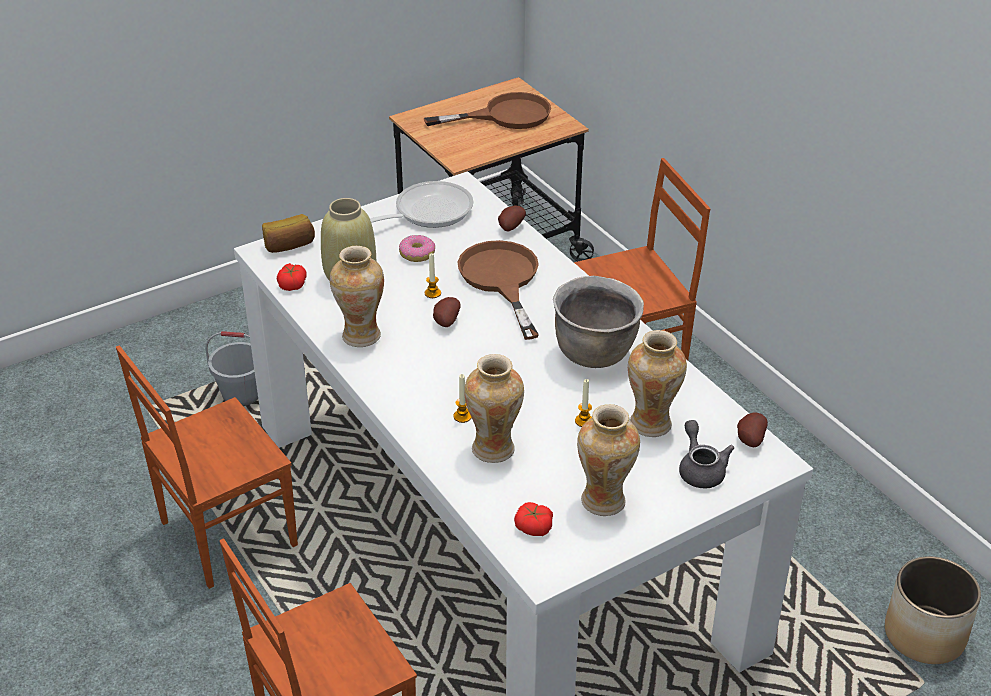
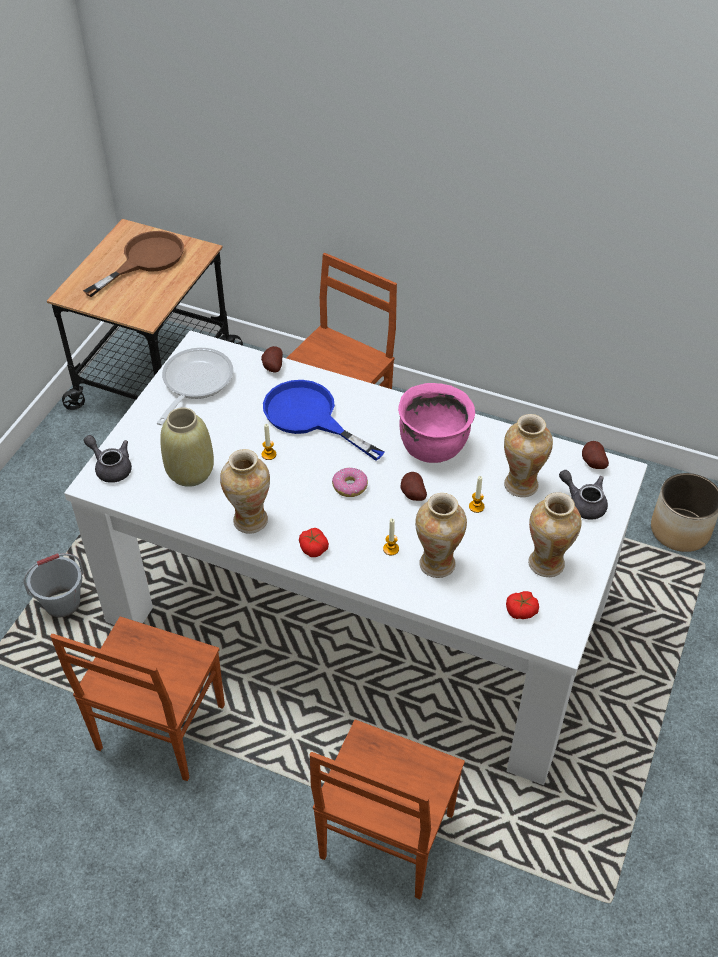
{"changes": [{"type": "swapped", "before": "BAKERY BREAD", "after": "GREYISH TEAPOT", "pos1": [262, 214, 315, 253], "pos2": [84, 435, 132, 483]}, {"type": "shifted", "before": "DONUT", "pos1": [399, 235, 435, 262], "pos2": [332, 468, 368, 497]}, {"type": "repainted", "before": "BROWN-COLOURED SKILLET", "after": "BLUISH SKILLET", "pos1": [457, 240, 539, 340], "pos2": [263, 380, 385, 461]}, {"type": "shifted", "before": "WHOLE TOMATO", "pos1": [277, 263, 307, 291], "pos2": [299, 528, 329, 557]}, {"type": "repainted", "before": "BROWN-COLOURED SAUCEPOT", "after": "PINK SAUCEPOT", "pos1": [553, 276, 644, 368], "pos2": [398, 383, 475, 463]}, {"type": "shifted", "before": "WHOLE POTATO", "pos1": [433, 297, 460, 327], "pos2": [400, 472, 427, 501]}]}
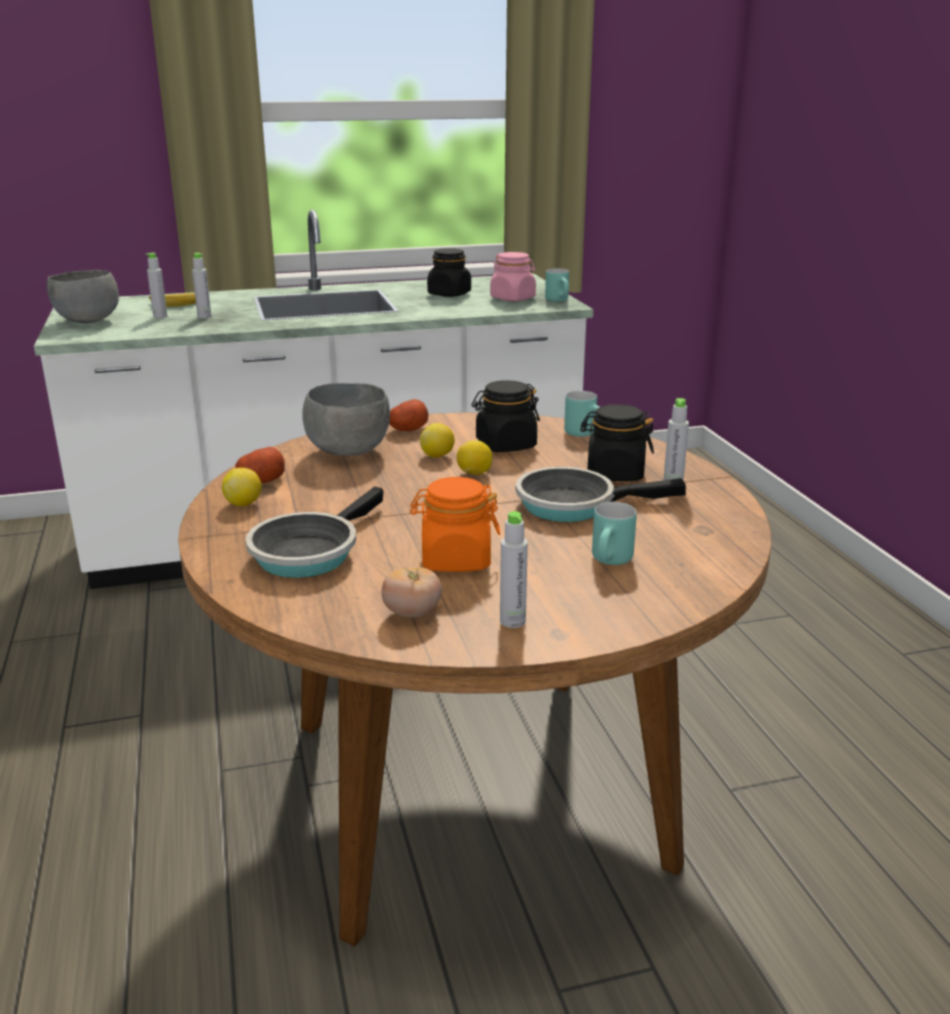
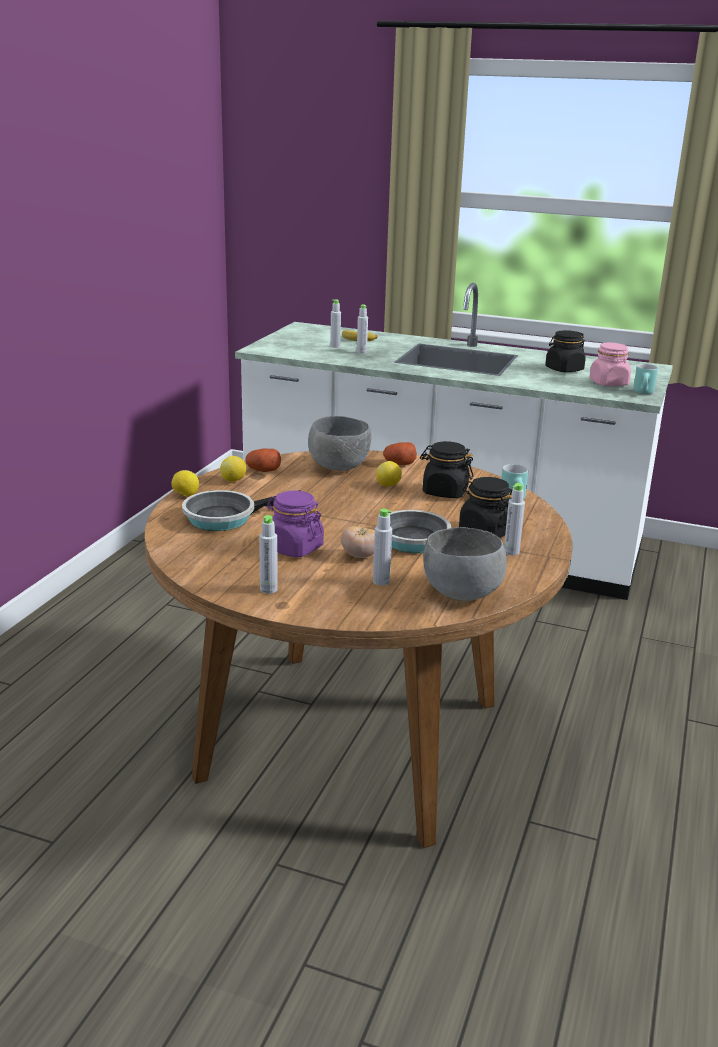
{"changes": [{"type": "shifted", "before": "GREYISH SERVING BOWL", "pos1": [47, 270, 119, 324], "pos2": [423, 527, 507, 601]}, {"type": "shifted", "before": "CITRUS FRUIT", "pos1": [457, 440, 492, 475], "pos2": [171, 470, 199, 497]}, {"type": "repainted", "before": "ORANGEY PRESERVE JAR", "after": "PURPLE PRESERVE JAR", "pos1": [410, 477, 500, 572], "pos2": [267, 491, 324, 558]}, {"type": "swapped", "before": "TURQUOISE TEA MUG", "after": "GREYISH DRINK BOTTLE", "pos1": [592, 502, 637, 565], "pos2": [373, 509, 392, 586]}, {"type": "shifted", "before": "WHOLE TOMATO", "pos1": [381, 568, 442, 617], "pos2": [341, 526, 375, 558]}]}
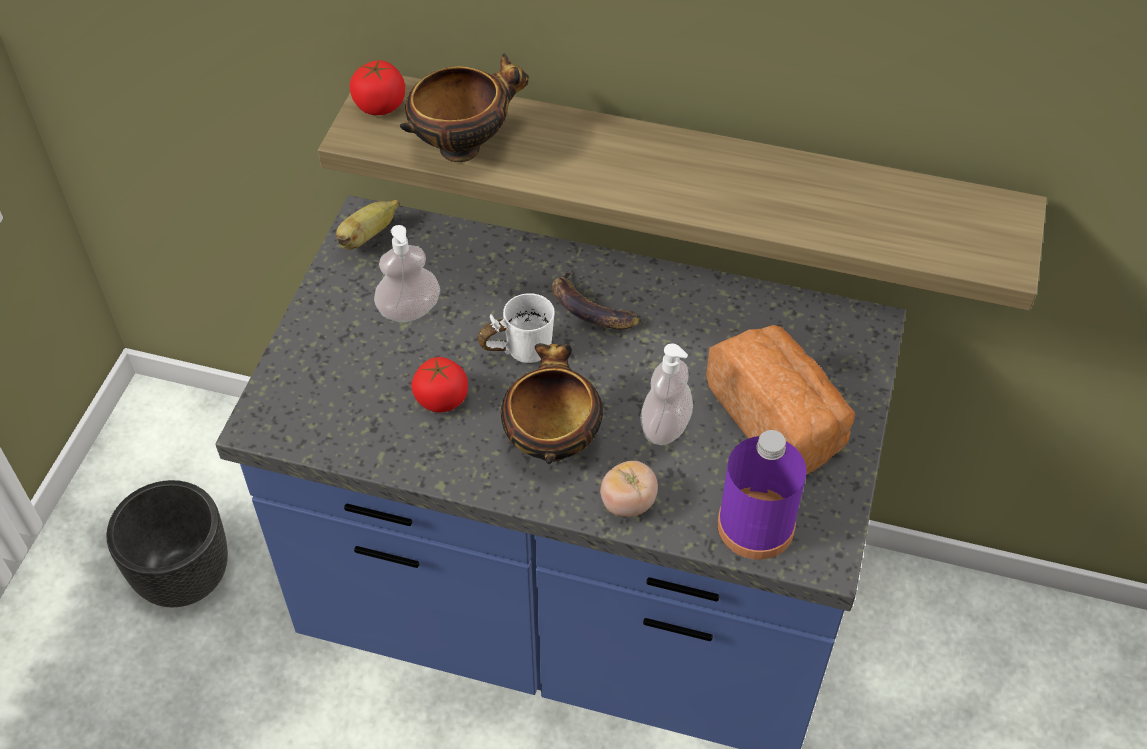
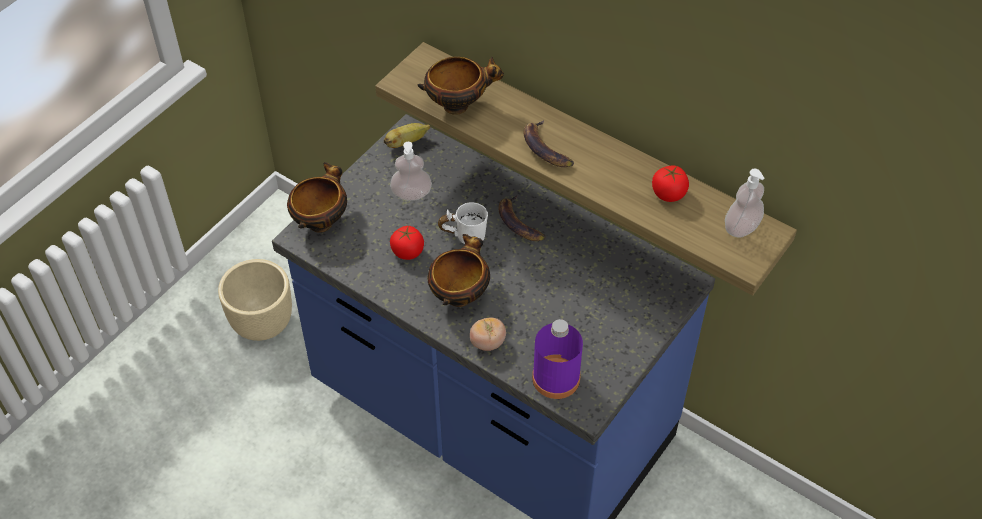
{"changes": [{"type": "shifted", "before": "WHOLE TOMATO", "pos1": [350, 59, 405, 115], "pos2": [652, 165, 689, 202]}, {"type": "gone", "before": "BAKERY BREAD", "pos1": [706, 325, 855, 475]}, {"type": "shifted", "before": "SOAP BOTTLE", "pos1": [640, 343, 693, 445], "pos2": [725, 169, 764, 238]}, {"type": "repainted", "before": "BLACKISH PLANTER", "after": "SAND-COLOURED PLANTER", "pos1": [106, 480, 228, 607], "pos2": [218, 259, 292, 341]}, {"type": "new", "after": "BANANA FRUIT", "pos2": [524, 120, 574, 167]}, {"type": "new", "after": "SERVING BOWL", "pos2": [287, 162, 347, 233]}]}
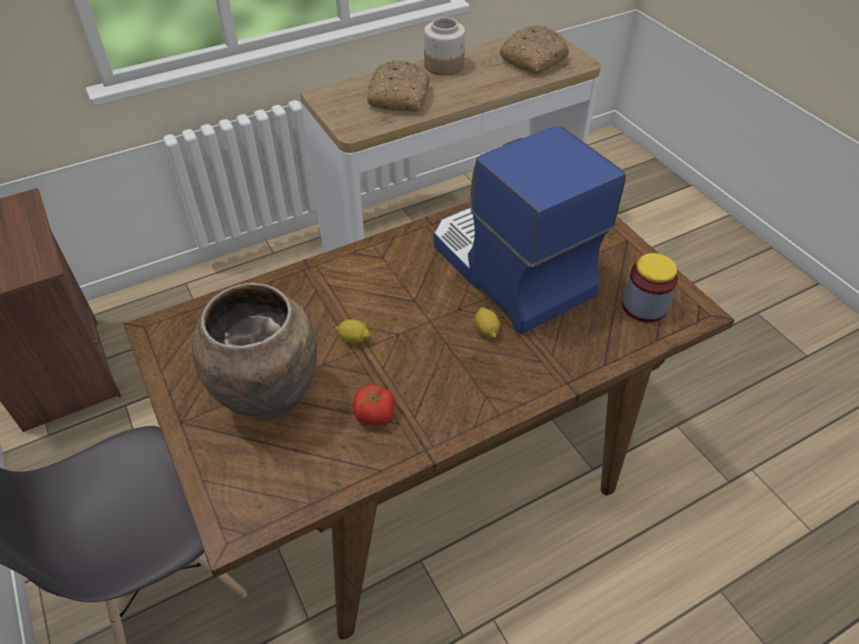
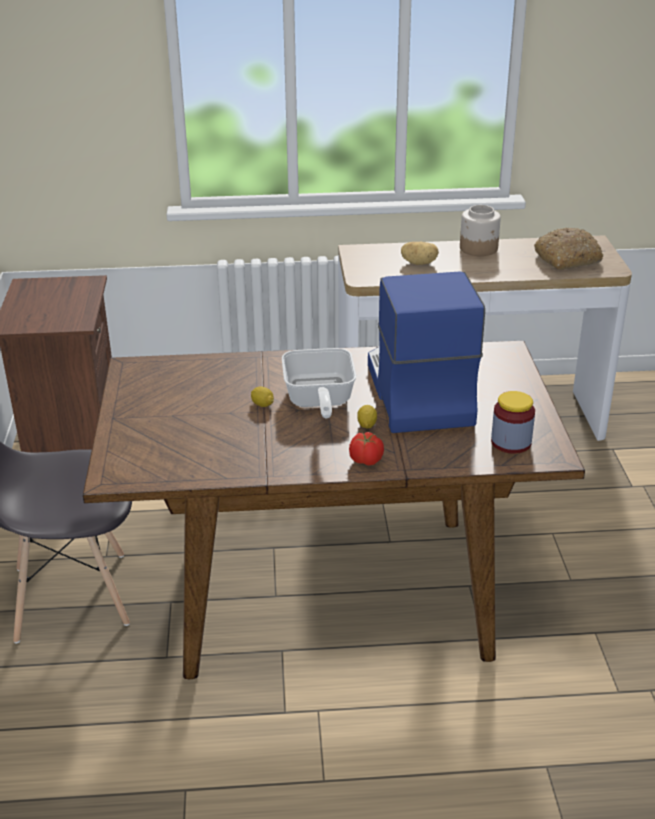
{"changes": [{"type": "swapped", "before": "BAKERY BREAD", "after": "WHOLE POTATO", "pos1": [367, 60, 430, 112], "pos2": [401, 242, 439, 265]}, {"type": "gone", "before": "BROWN-COLOURED VASE", "pos1": [192, 283, 317, 421]}, {"type": "shifted", "before": "WHOLE TOMATO", "pos1": [353, 384, 395, 426], "pos2": [349, 432, 384, 466]}, {"type": "new", "after": "SKILLET", "pos2": [282, 348, 356, 418]}]}
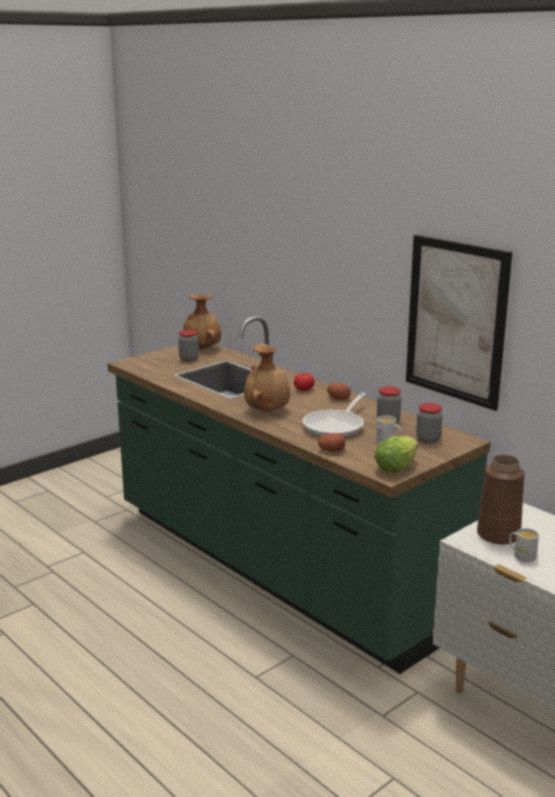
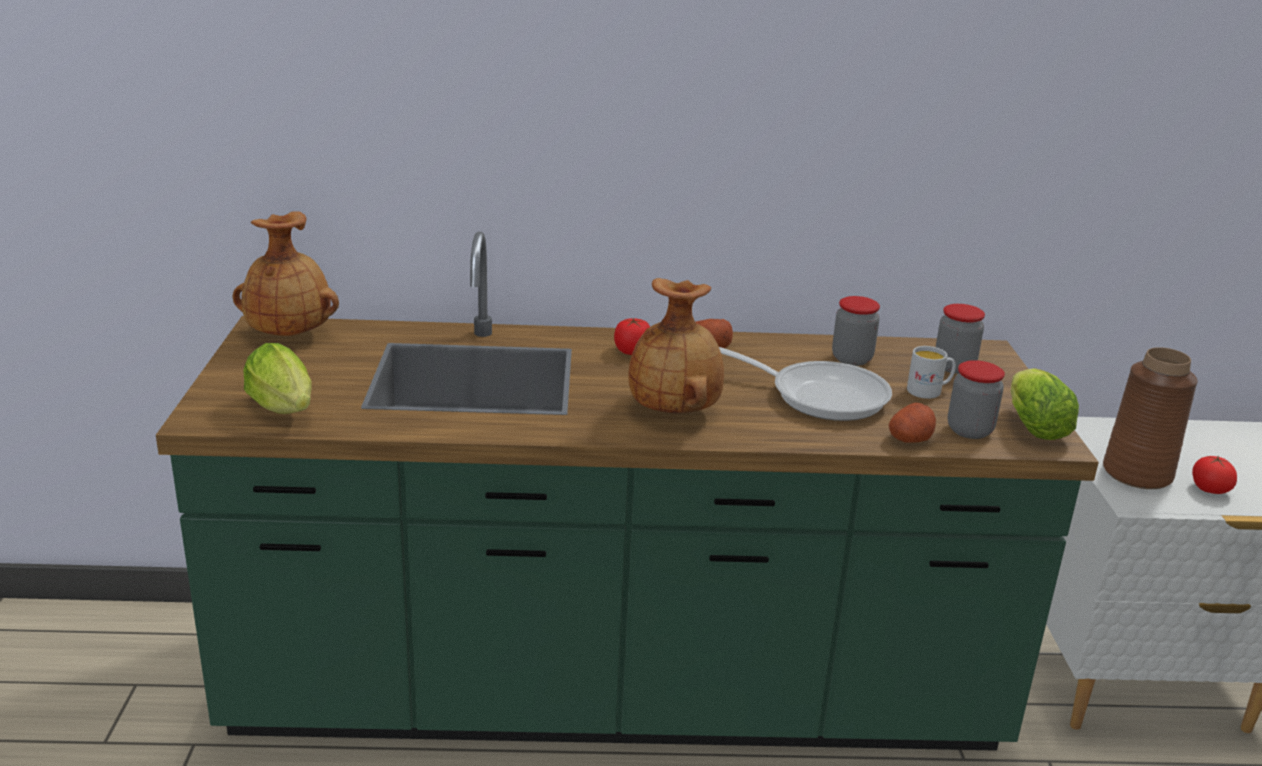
{"changes": [{"type": "gone", "before": "PICTURE", "pos1": [406, 235, 512, 411]}, {"type": "shifted", "before": "PRESERVE JAR", "pos1": [178, 330, 199, 361], "pos2": [948, 360, 1005, 439]}, {"type": "rotated", "before": "SKILLET", "pos1": [303, 393, 366, 437], "pos2": [719, 347, 892, 421], "turn": -45}, {"type": "swapped", "before": "WHITE TEA MUG", "after": "WHOLE TOMATO", "pos1": [509, 528, 539, 562], "pos2": [1192, 456, 1237, 494]}, {"type": "new", "after": "LETTUCE HEAD", "pos2": [243, 343, 312, 414]}]}
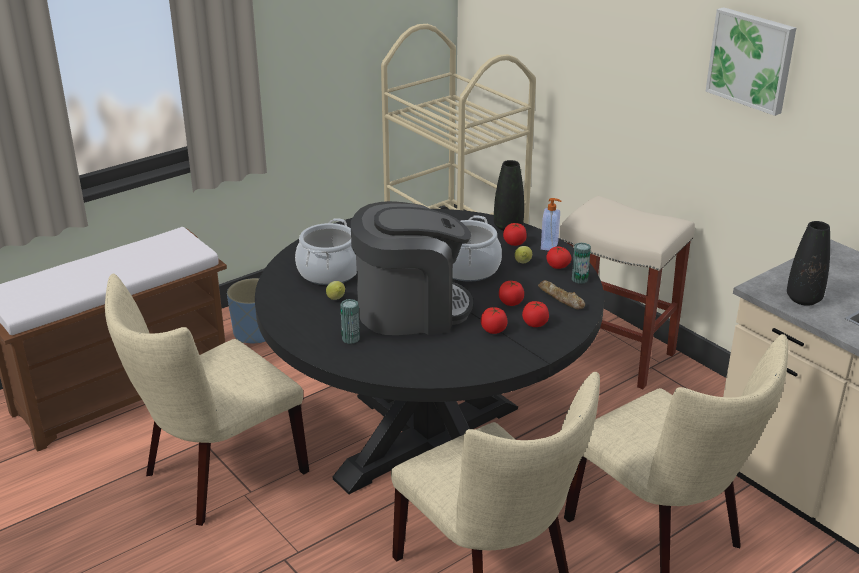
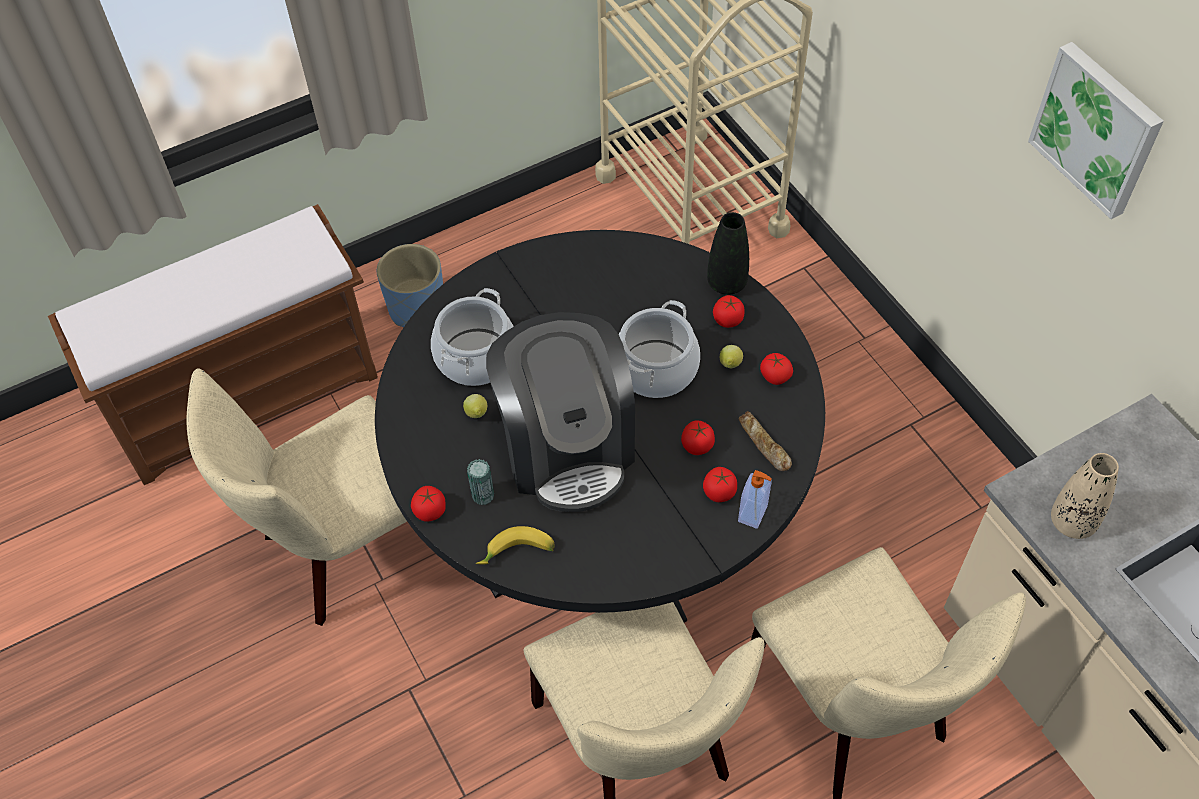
{"changes": [{"type": "gone", "before": "SAND-COLOURED SITTING STOOL", "pos1": [559, 196, 695, 389]}, {"type": "shifted", "before": "SOAP BOTTLE", "pos1": [541, 198, 561, 251], "pos2": [738, 470, 772, 529]}, {"type": "rotated", "before": "COFFEE BREWER", "pos1": [351, 201, 473, 335], "pos2": [486, 312, 635, 512], "turn": 75}, {"type": "repainted", "before": "BLACKISH VASE", "after": "SAND-COLOURED VASE", "pos1": [787, 221, 830, 306], "pos2": [1051, 453, 1119, 539]}, {"type": "gone", "before": "METAL CAN", "pos1": [572, 242, 591, 284]}, {"type": "shifted", "before": "WHOLE TOMATO", "pos1": [481, 307, 508, 334], "pos2": [411, 486, 446, 522]}, {"type": "new", "after": "BANANA FRUIT", "pos2": [476, 526, 554, 564]}]}
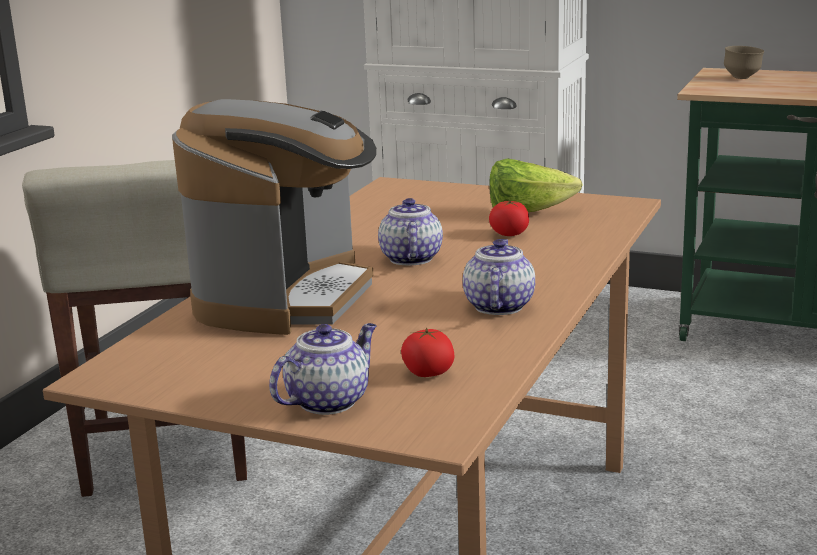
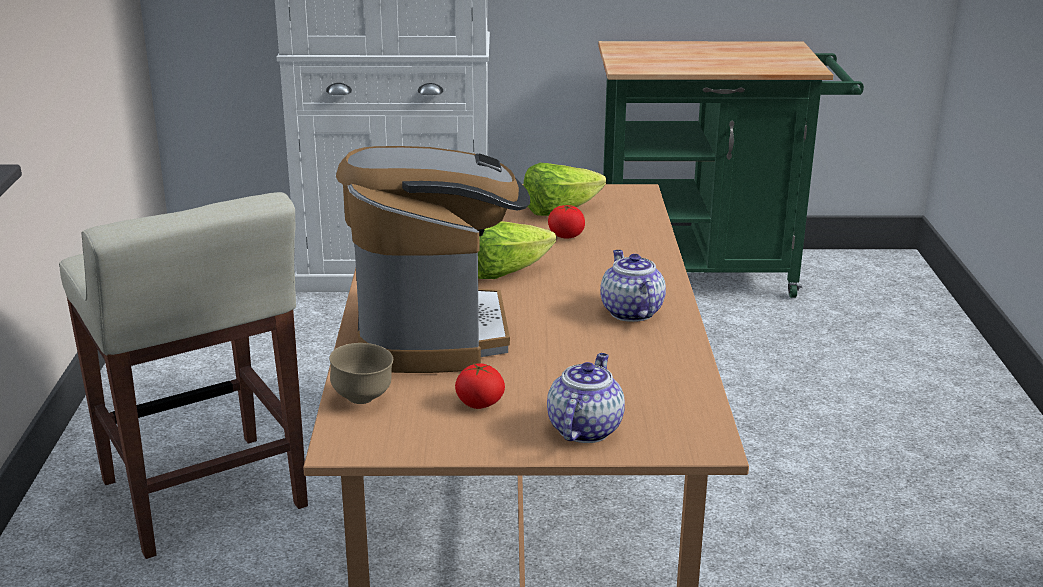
{"changes": [{"type": "shifted", "before": "BROWN-COLOURED SERVING BOWL", "pos1": [724, 46, 764, 79], "pos2": [329, 343, 393, 404]}, {"type": "swapped", "before": "TEAPOT", "after": "LETTUCE HEAD", "pos1": [378, 198, 443, 265], "pos2": [478, 221, 556, 279]}, {"type": "shifted", "before": "WHOLE TOMATO", "pos1": [401, 328, 454, 377], "pos2": [455, 363, 505, 409]}]}
